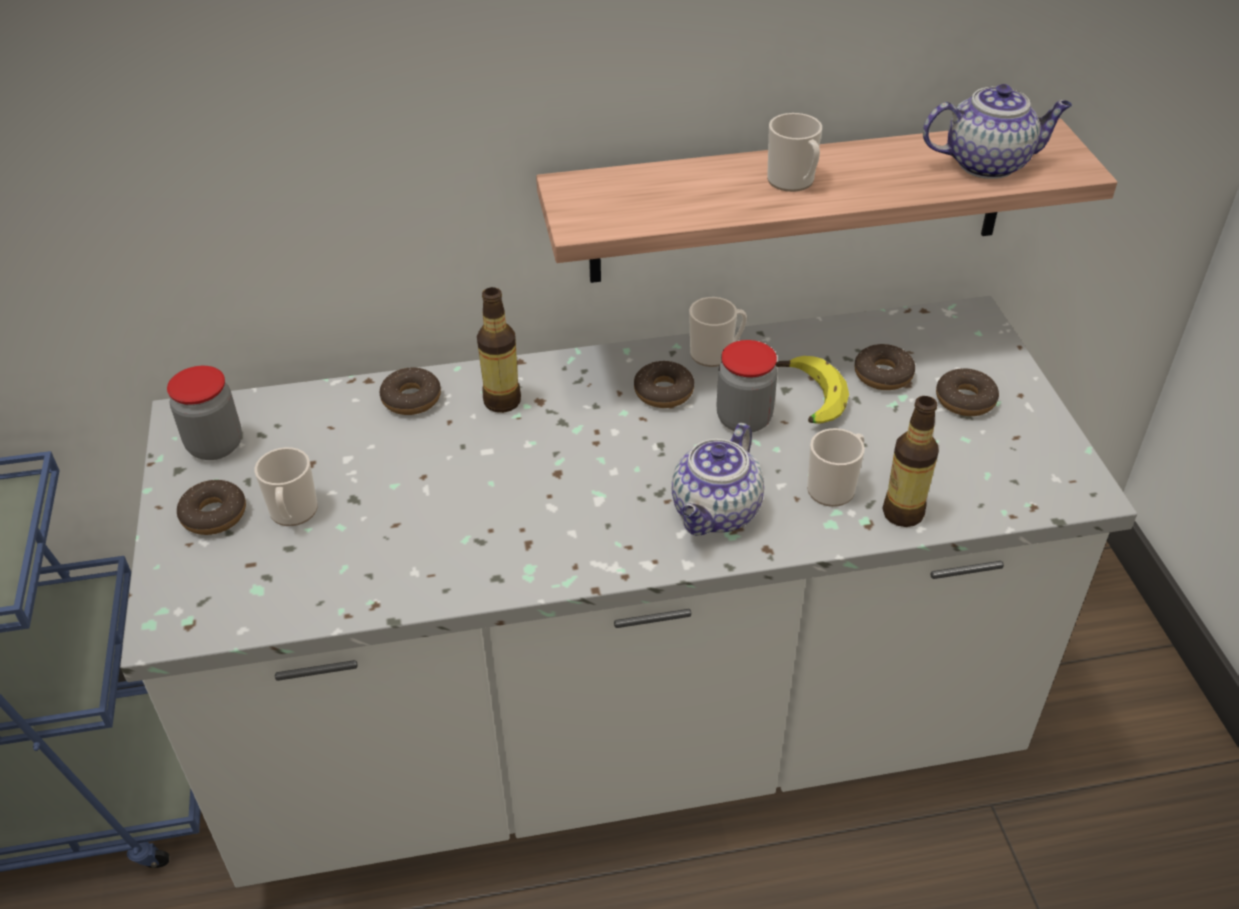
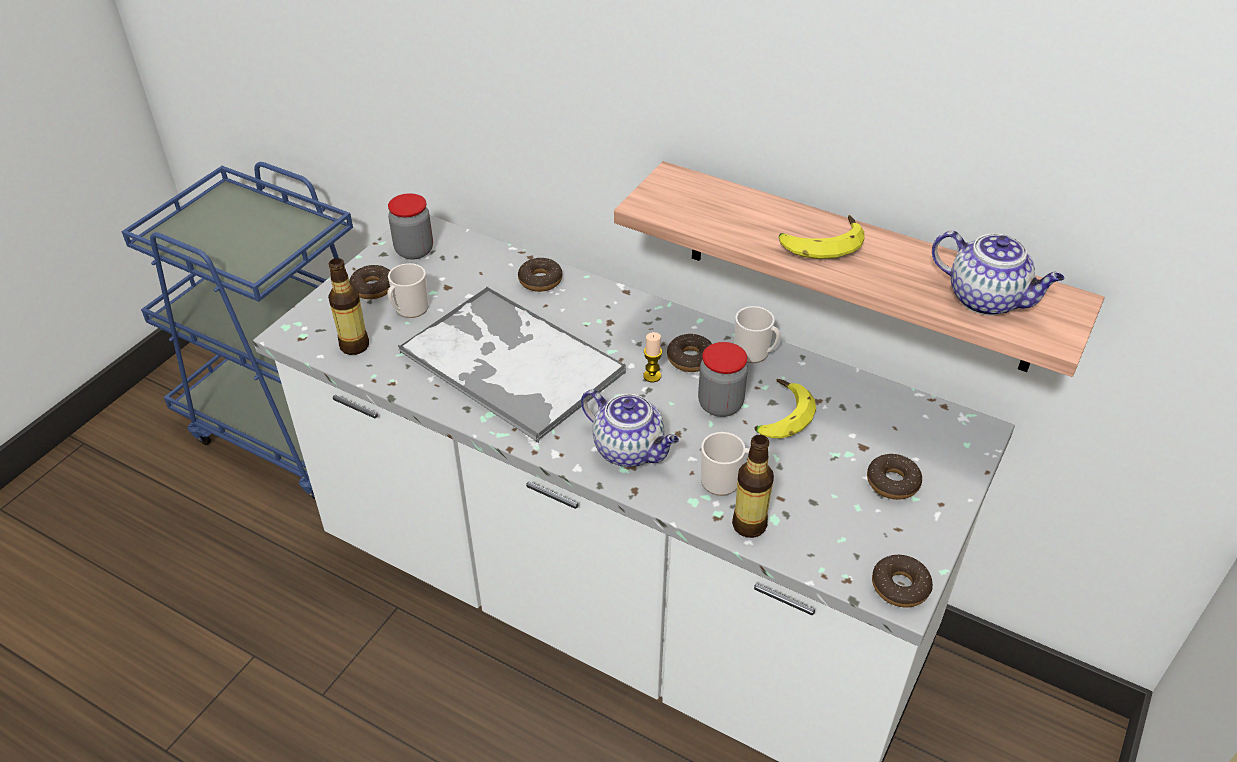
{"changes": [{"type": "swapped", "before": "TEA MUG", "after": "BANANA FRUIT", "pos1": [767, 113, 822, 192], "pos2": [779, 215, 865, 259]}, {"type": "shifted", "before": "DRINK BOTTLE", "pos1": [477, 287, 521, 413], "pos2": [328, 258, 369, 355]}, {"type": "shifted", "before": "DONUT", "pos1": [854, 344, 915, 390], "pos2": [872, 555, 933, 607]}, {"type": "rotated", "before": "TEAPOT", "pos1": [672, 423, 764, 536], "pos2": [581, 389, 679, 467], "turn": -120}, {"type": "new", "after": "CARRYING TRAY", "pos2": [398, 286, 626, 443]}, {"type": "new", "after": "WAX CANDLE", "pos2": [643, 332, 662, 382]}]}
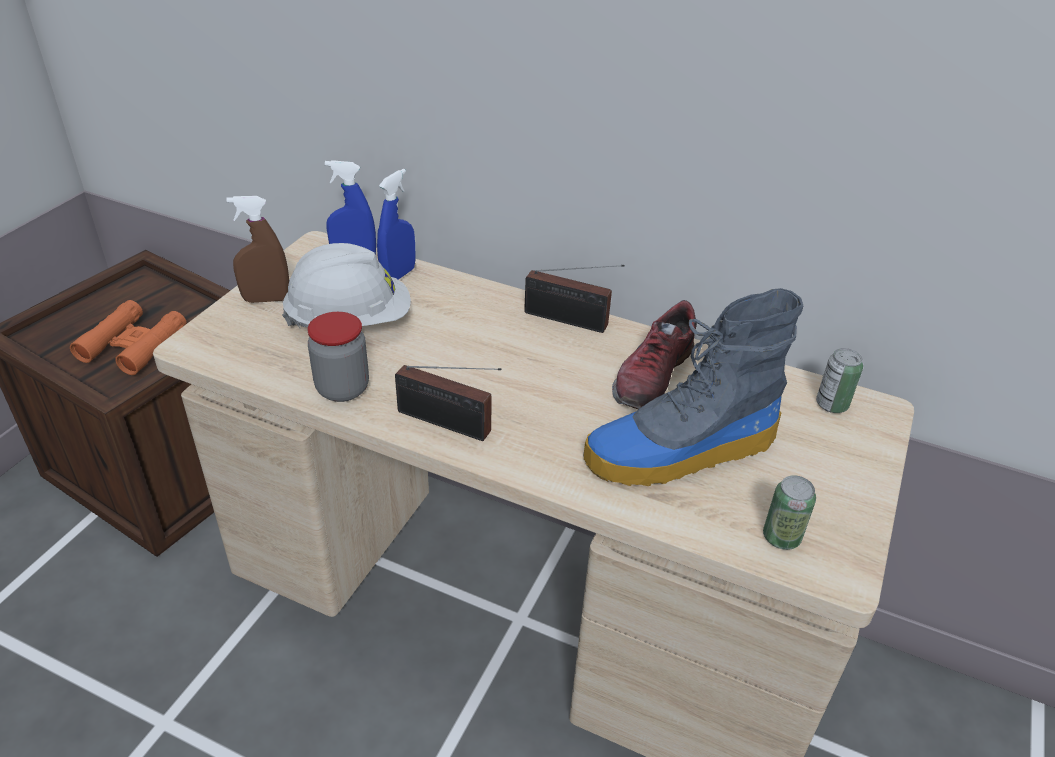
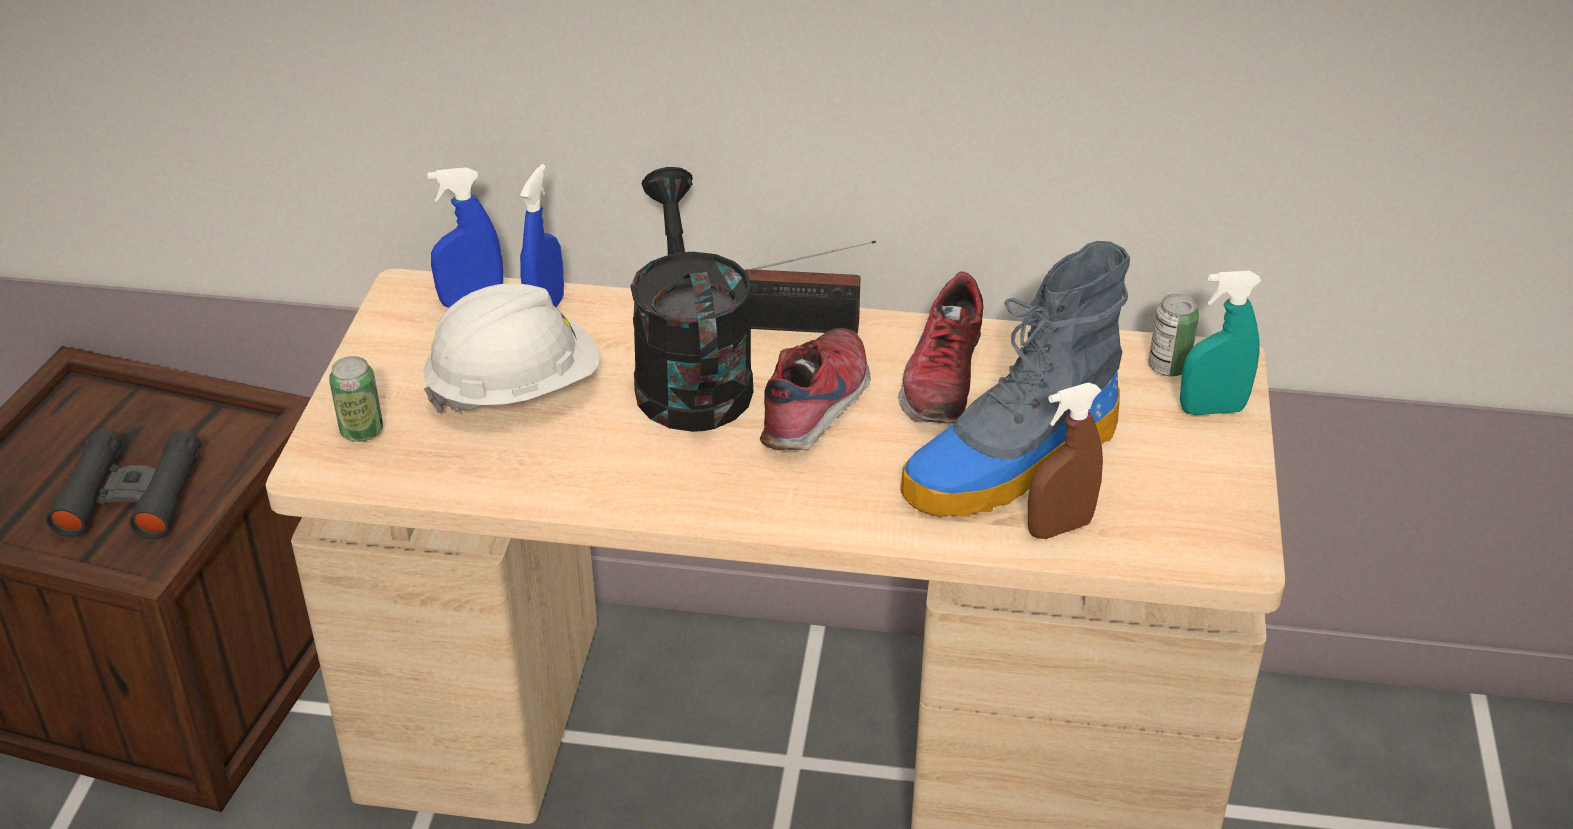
{"changes": [{"type": "shifted", "before": "BROWN-COLOURED HAND SPRAYER", "pos1": [226, 196, 289, 303], "pos2": [1028, 383, 1103, 539]}, {"type": "repainted", "before": "ORANGEY BINOCULARS", "after": "BLACKISH BINOCULARS", "pos1": [70, 300, 187, 375], "pos2": [46, 428, 201, 539]}, {"type": "gone", "before": "PRESERVE JAR", "pos1": [307, 312, 369, 402]}, {"type": "gone", "before": "RADIO SET", "pos1": [395, 365, 502, 441]}, {"type": "shifted", "before": "METAL CAN", "pos1": [763, 475, 816, 550], "pos2": [329, 356, 383, 442]}, {"type": "new", "after": "BLACKISH SPRINKLING CAN", "pos2": [630, 167, 754, 432]}, {"type": "new", "after": "TURQUOISE HAND SPRAYER", "pos2": [1180, 271, 1261, 415]}, {"type": "new", "after": "ITEM OF FOOTWEAR", "pos2": [760, 328, 871, 450]}]}
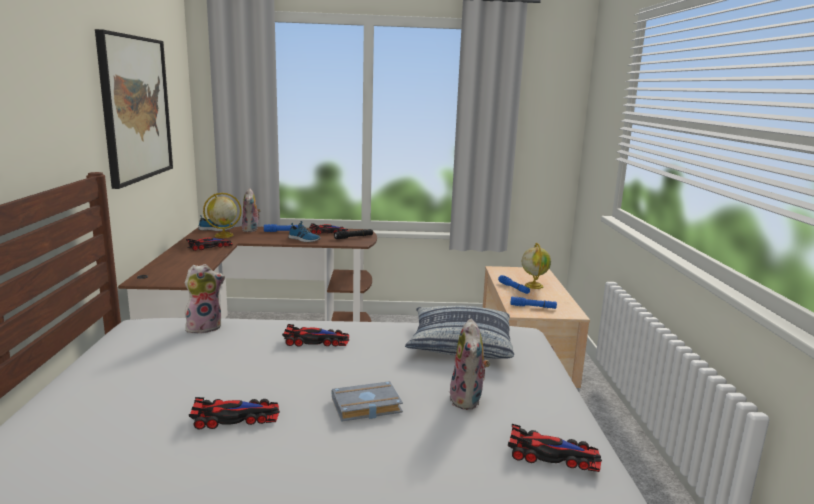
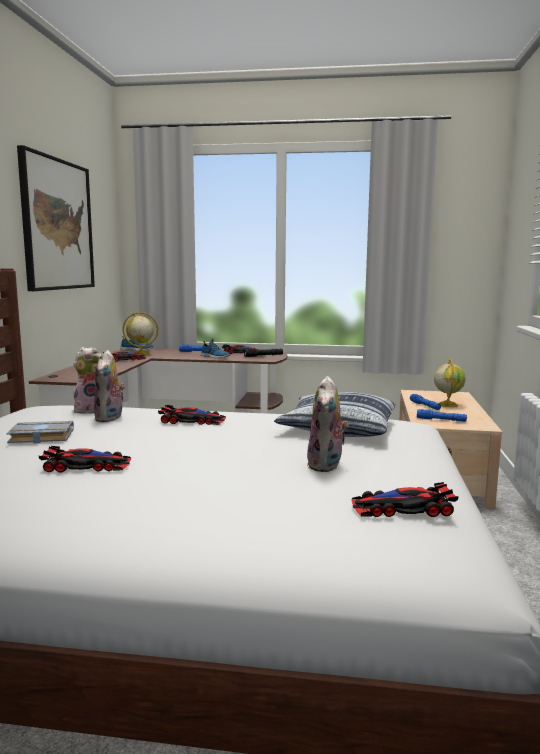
{"changes": [{"type": "shifted", "before": "PLUSH TOY", "pos1": [242, 188, 261, 232], "pos2": [94, 350, 125, 422]}, {"type": "shifted", "before": "GREYISH BOUND BOOK", "pos1": [332, 381, 403, 422], "pos2": [6, 421, 74, 443]}, {"type": "rotated", "before": "MINIATURE CAR", "pos1": [508, 424, 602, 472], "pos2": [352, 482, 459, 517], "turn": 150}]}
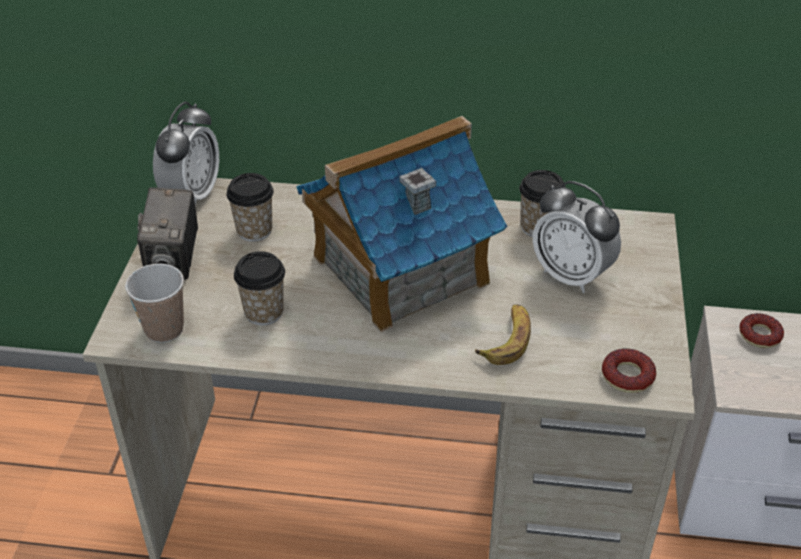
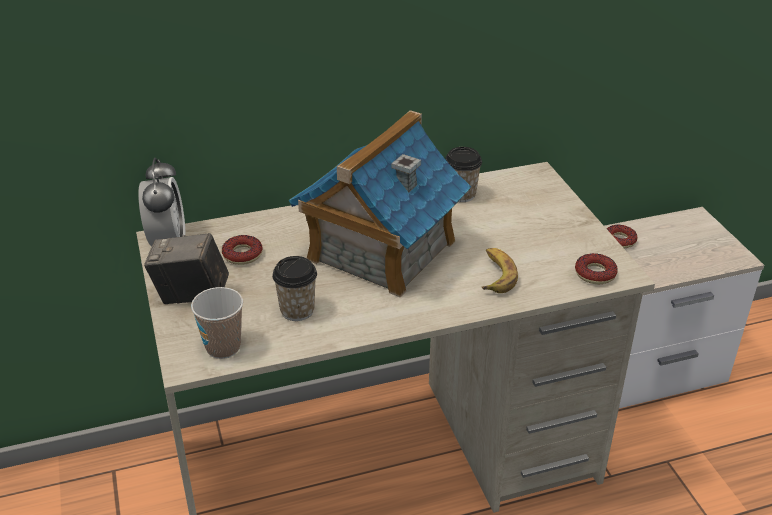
{"changes": [{"type": "swapped", "before": "SMALL CUP", "after": "DONUT", "pos1": [226, 173, 274, 242], "pos2": [222, 235, 262, 265]}, {"type": "gone", "before": "ALARM CLOCK", "pos1": [533, 181, 621, 293]}, {"type": "rotated", "before": "PHOTO CAMERA", "pos1": [137, 187, 198, 280], "pos2": [144, 233, 229, 304], "turn": 120}]}
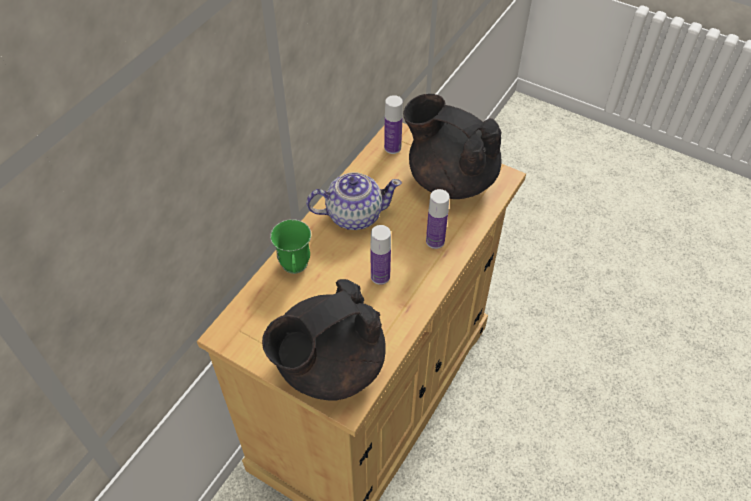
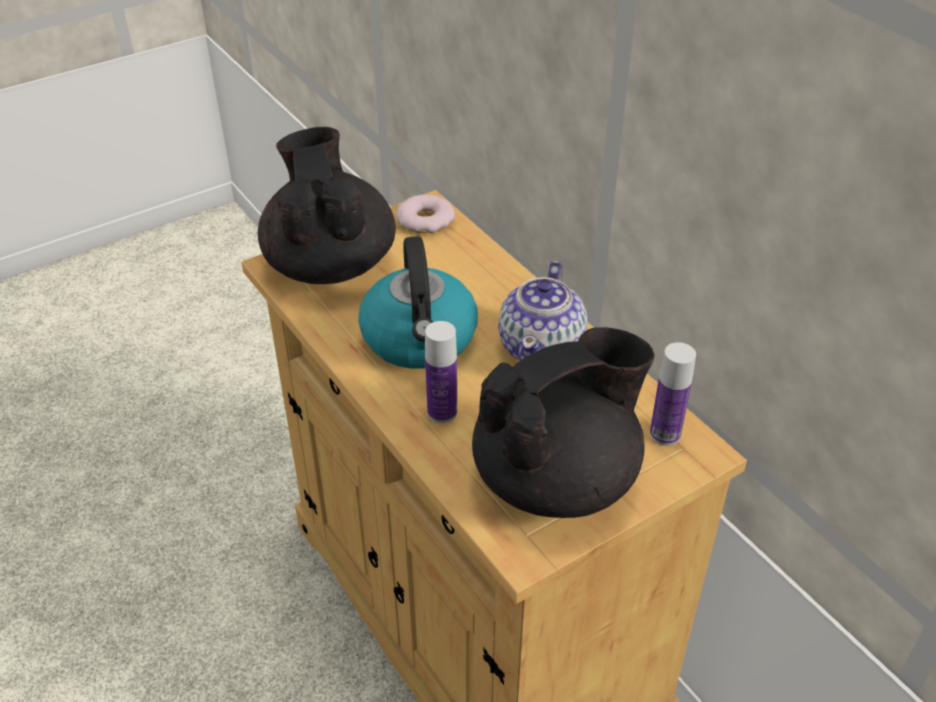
{"changes": [{"type": "gone", "before": "GREEN-COLOURED TEA MUG", "pos1": [270, 219, 311, 274]}, {"type": "swapped", "before": "DRINK BOTTLE", "after": "KETTLE", "pos1": [370, 225, 391, 285], "pos2": [358, 236, 478, 369]}, {"type": "new", "after": "DONUT", "pos2": [396, 195, 455, 233]}]}
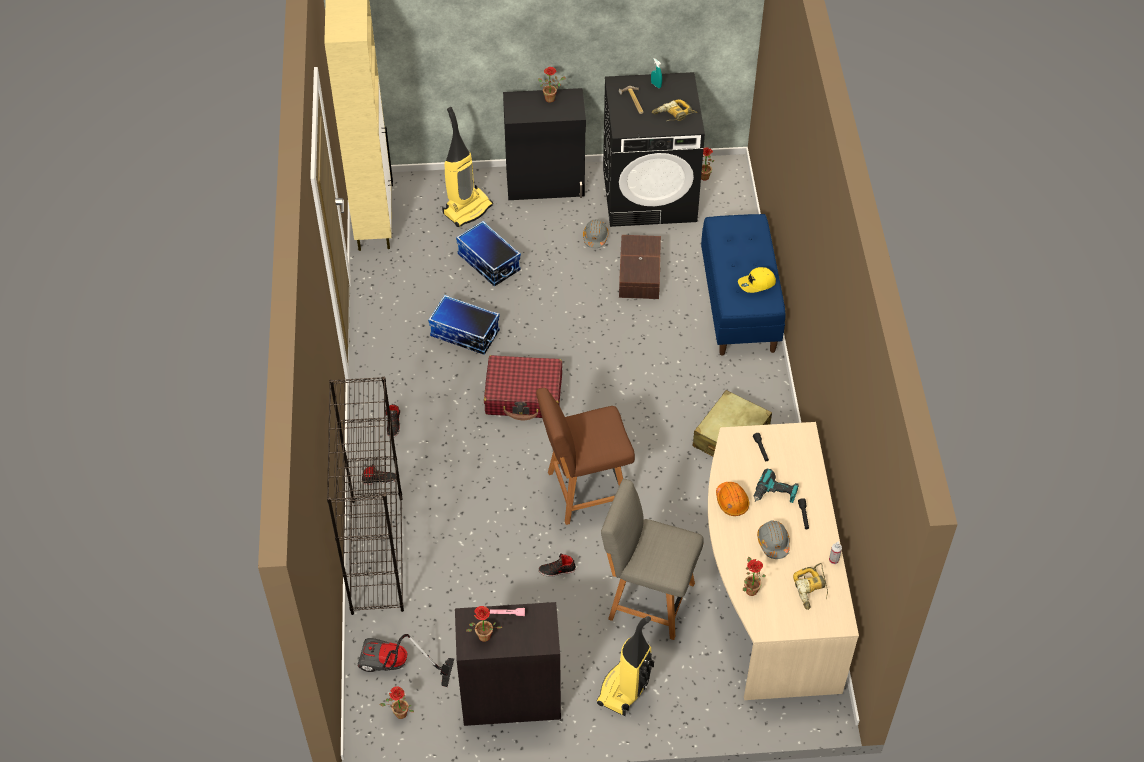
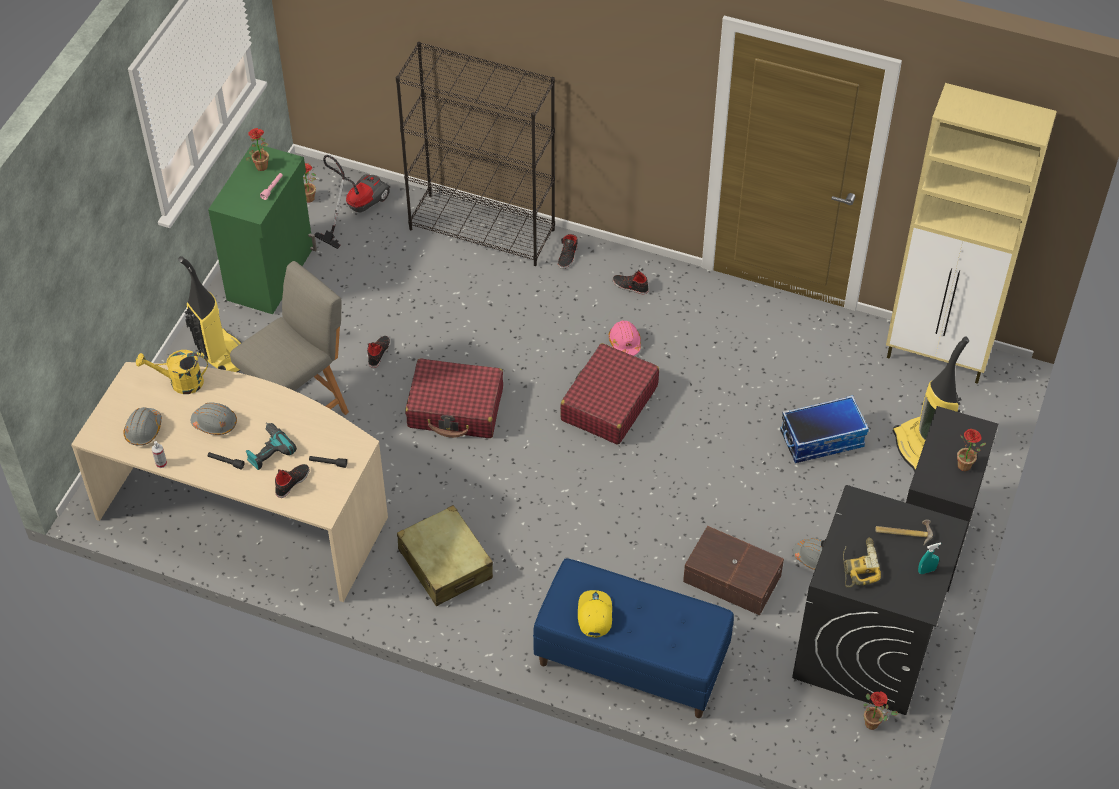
{"changes": [{"type": "gone", "before": "STORAGE BOX", "pos1": [428, 295, 500, 355]}, {"type": "swapped", "before": "BROWN-COLOURED CHAIR", "after": "REDDISH SUITCASE", "pos1": [536, 388, 635, 525], "pos2": [405, 358, 503, 438]}, {"type": "gone", "before": "ORANGEY WORK HELMET", "pos1": [716, 482, 749, 516]}, {"type": "swapped", "before": "HOUSEPLANT", "after": "YELLOWISH SPRINKLING CAN", "pos1": [743, 557, 766, 596], "pos2": [136, 350, 208, 394]}, {"type": "swapped", "before": "DRILL", "after": "GREYISH WORK HELMET", "pos1": [793, 563, 828, 610], "pos2": [124, 407, 162, 446]}, {"type": "repainted", "before": "BLACKISH CUPBOARD", "after": "GREEN-COLOURED CUPBOARD", "pos1": [455, 602, 561, 726], "pos2": [208, 143, 317, 314]}, {"type": "new", "after": "PINK WORK HELMET", "pos2": [609, 320, 641, 356]}, {"type": "new", "after": "BLACKISH ITEM OF FOOTWEAR", "pos2": [275, 464, 310, 498]}]}
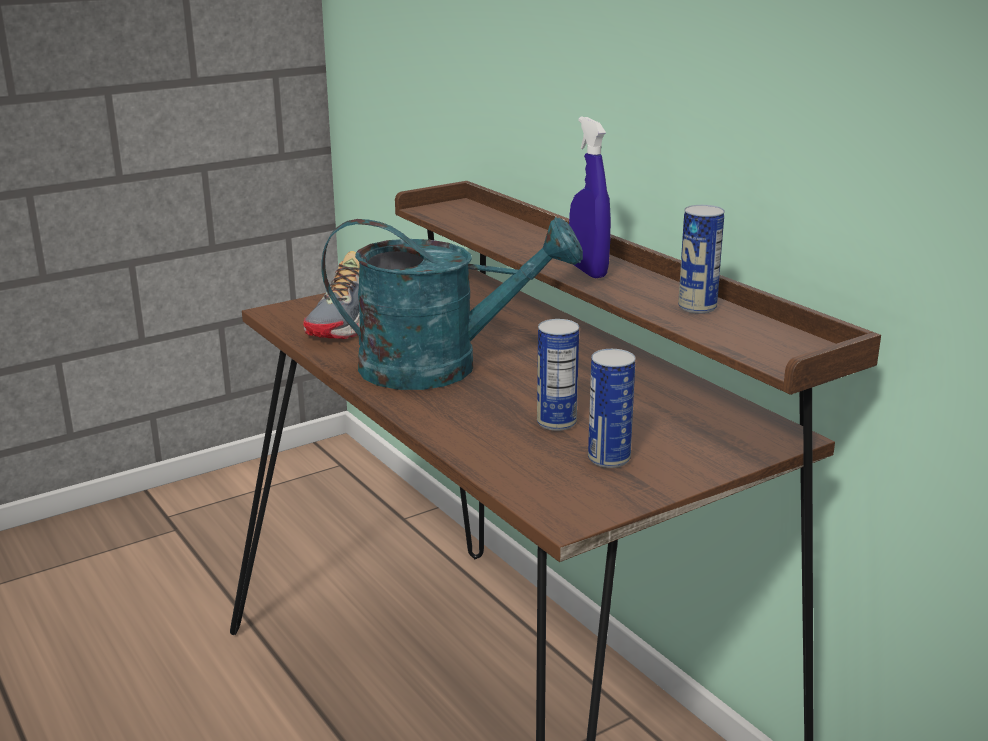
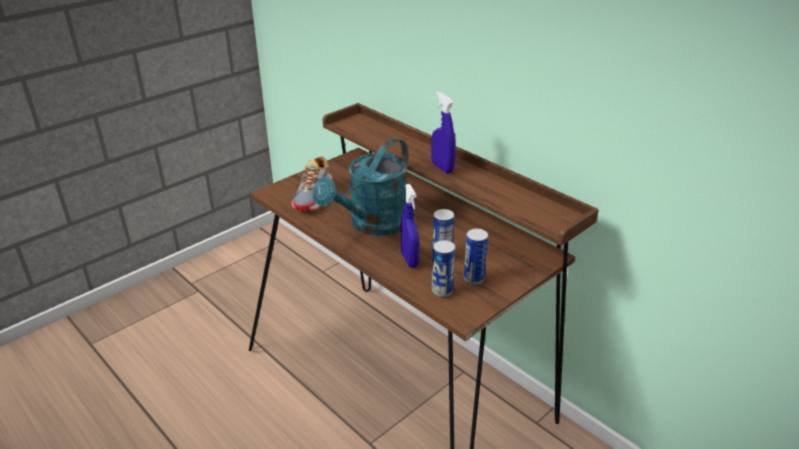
{"changes": [{"type": "shifted", "before": "METAL CAN", "pos1": [678, 205, 725, 313], "pos2": [432, 240, 455, 297]}, {"type": "rotated", "before": "TURQUOISE SPRINKLING CAN", "pos1": [321, 217, 583, 390], "pos2": [313, 138, 408, 236], "turn": 135}, {"type": "new", "after": "BLUISH HAND SPRAYER", "pos2": [401, 184, 420, 268]}]}
